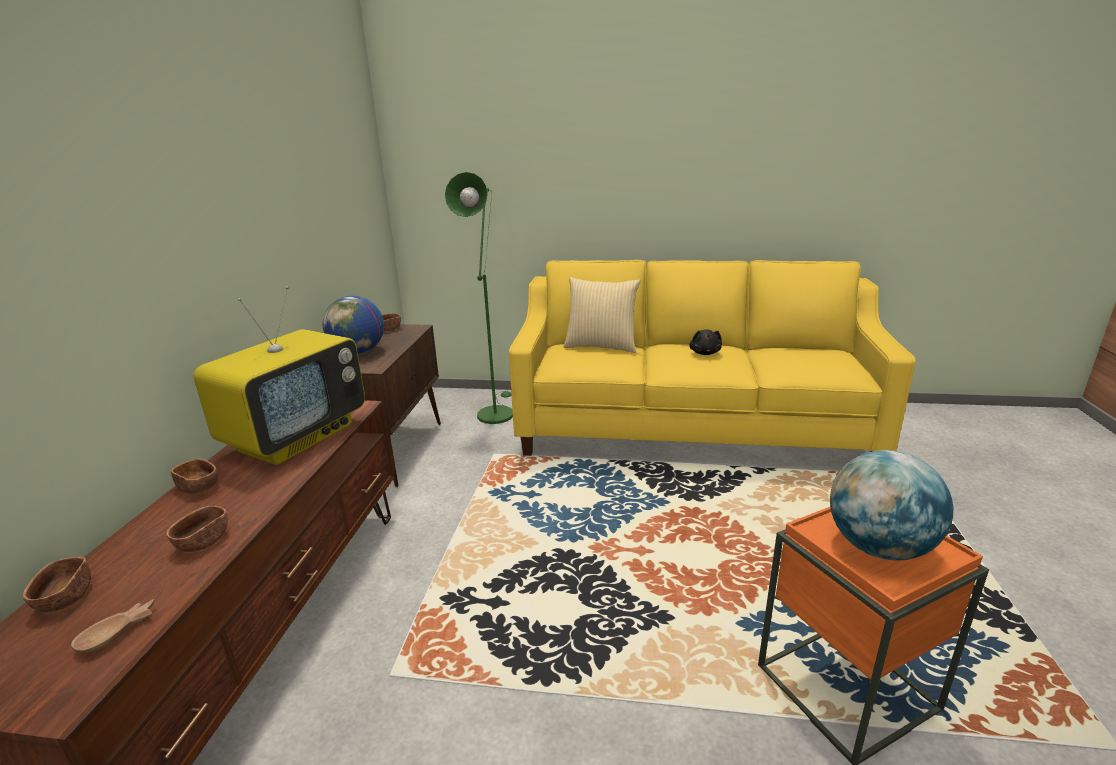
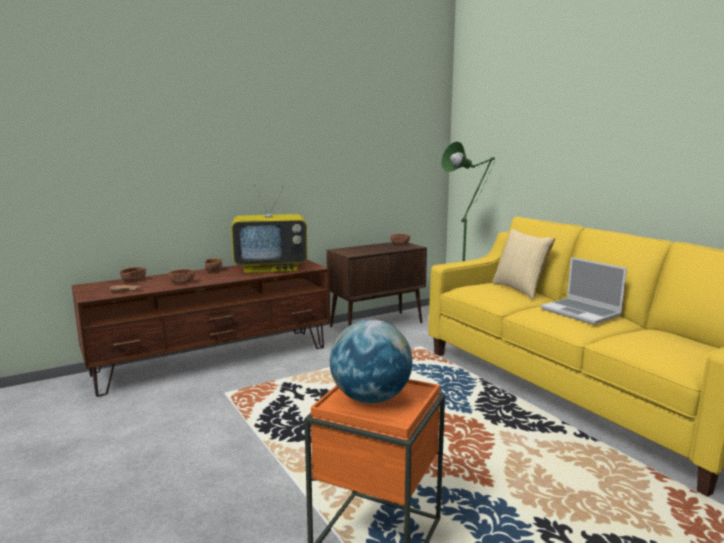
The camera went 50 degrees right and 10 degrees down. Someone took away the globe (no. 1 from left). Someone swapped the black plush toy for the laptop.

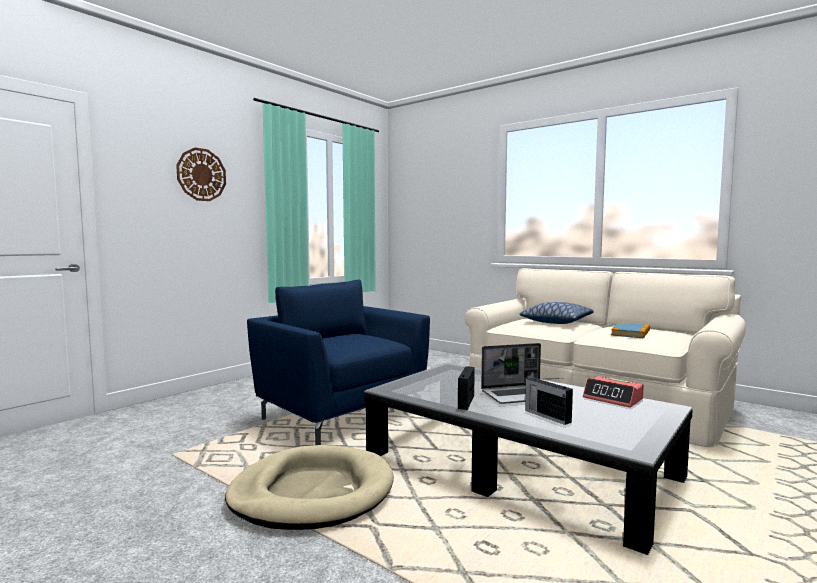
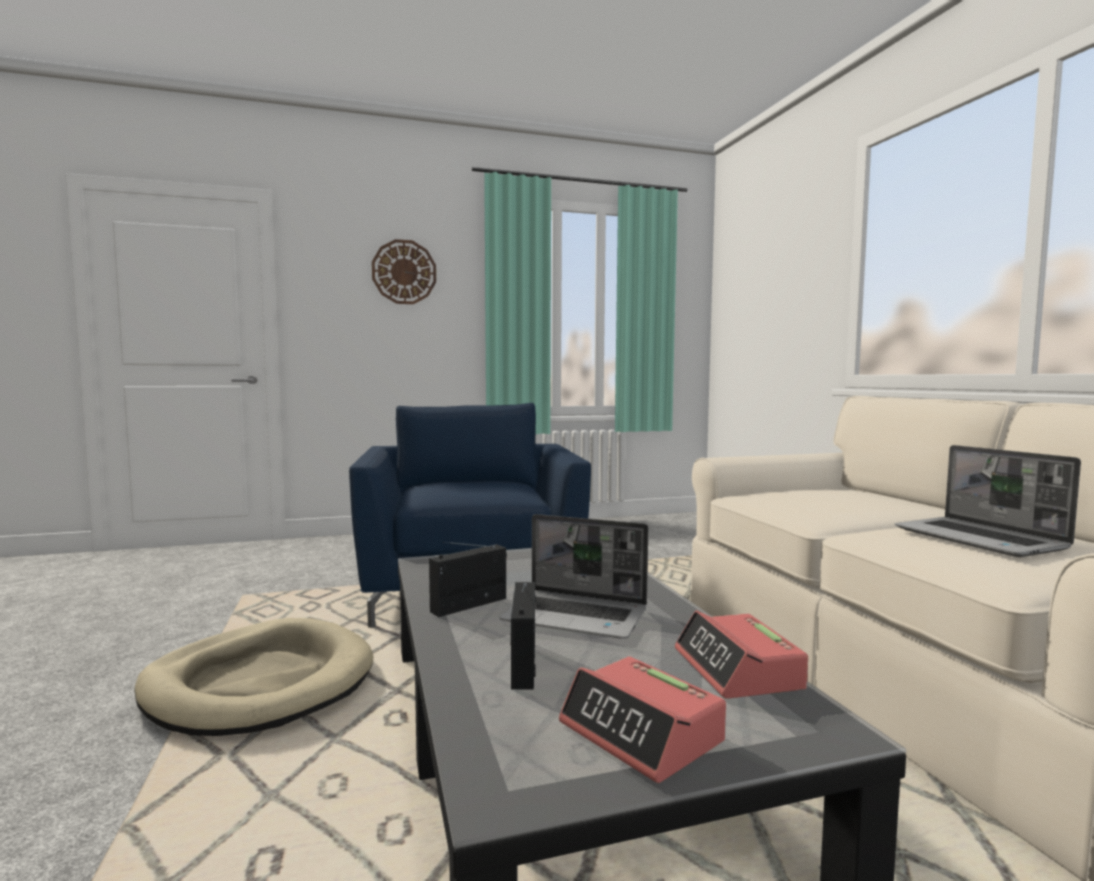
The camera went 35 degrees right and 0 degrees up. Someone took away the pillow. Someone put down the alarm clock (no. 1 from left). Someone swapped the book for the laptop (no. 2 from left).

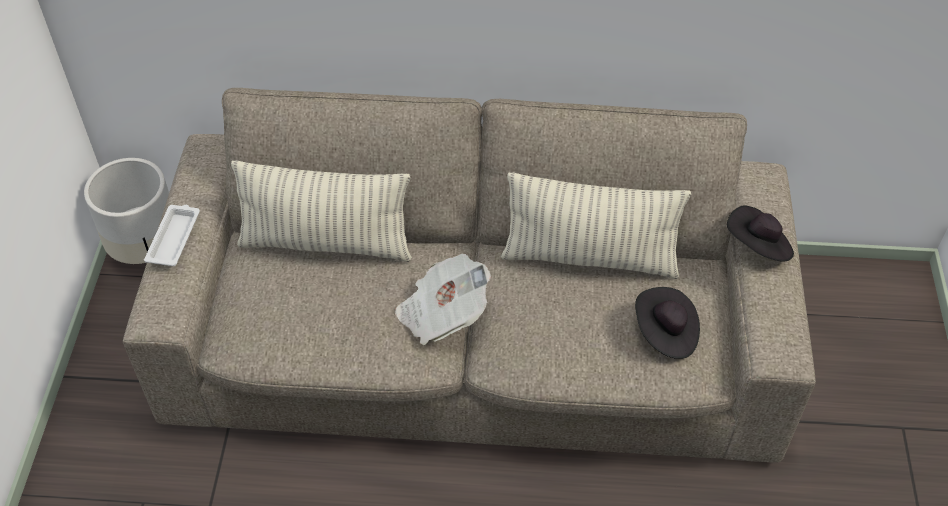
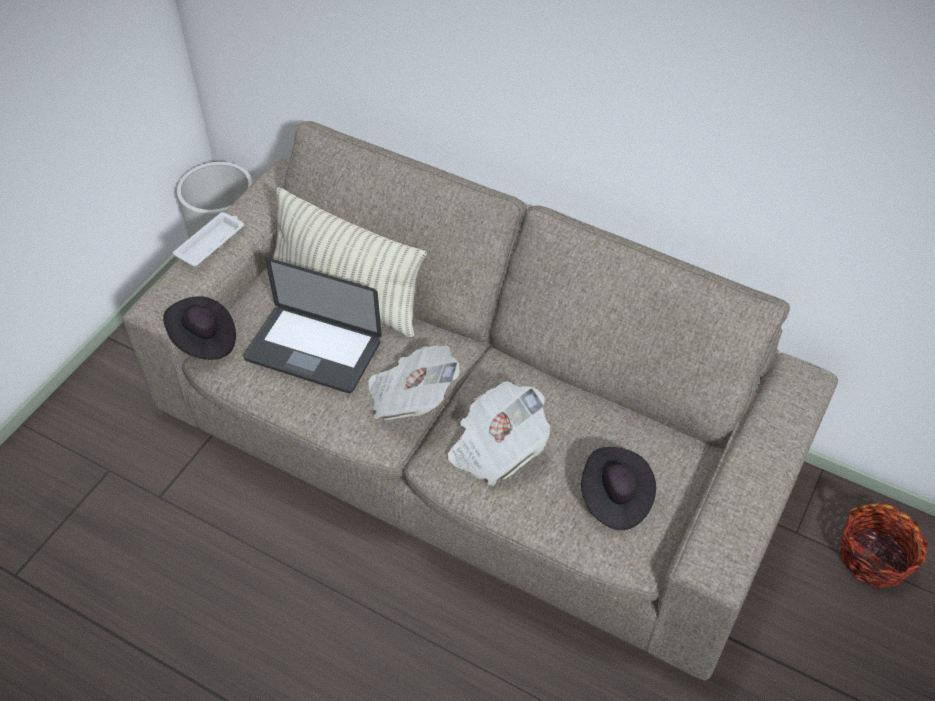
The camera went 25 degrees right and 0 degrees up. Someone took away the pillow (no. 2 from left). Someone put down the laptop. Someone put down the newspaper (no. 2 from left). Someone put down the basket. Someone carried the black hat (no. 2 from left in the first image).

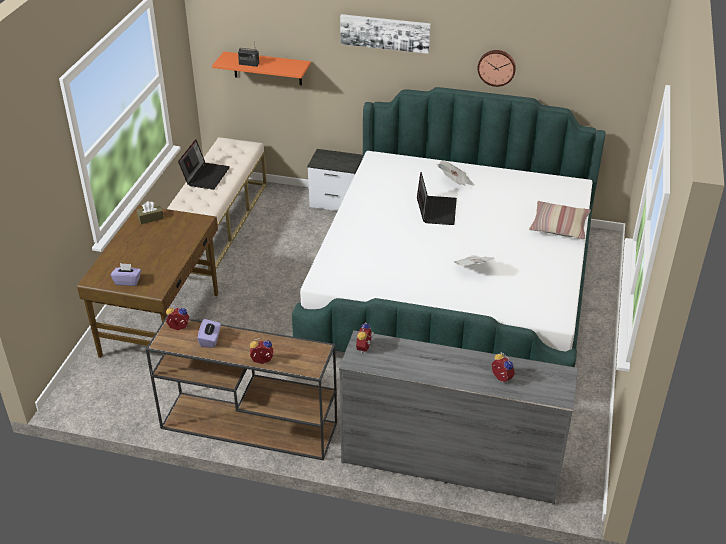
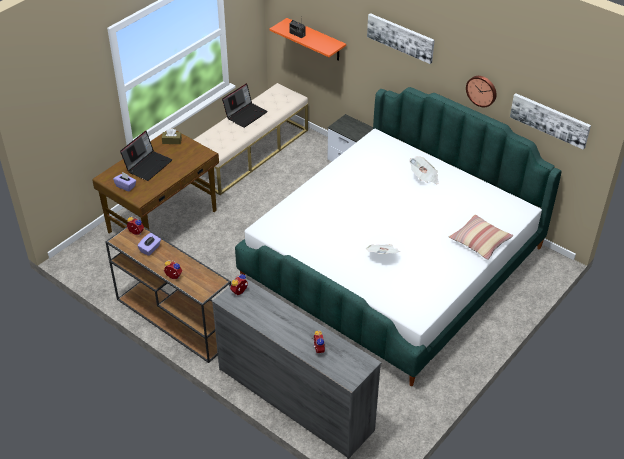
The camera went 25 degrees right and 5 degrees up. Someone put up the picture (no. 2 from left). Someone carried the laptop (no. 2 from left in the first image).

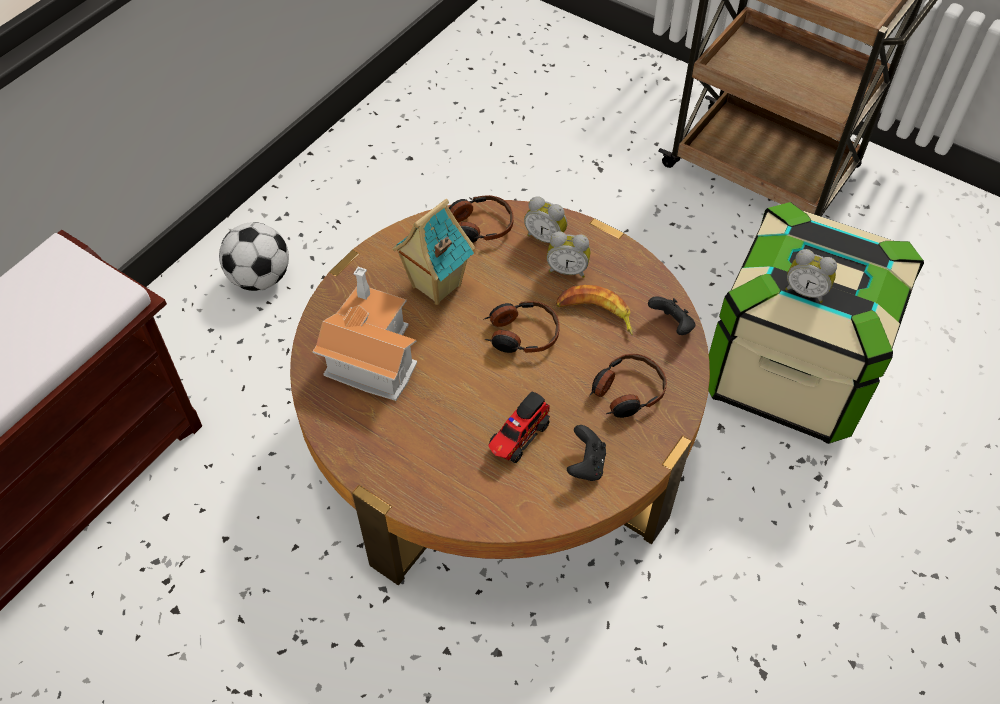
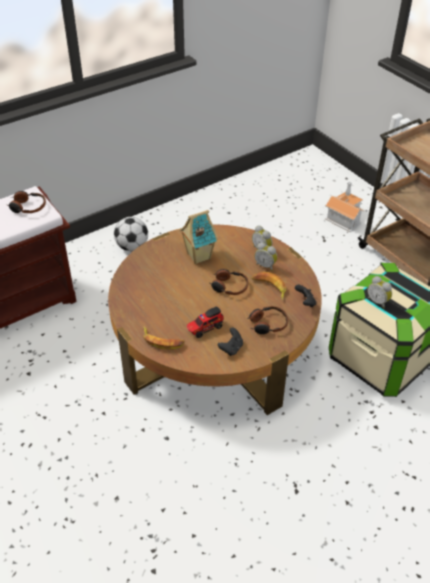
The camera went 20 degrees right and 10 degrees down. Someone put down the banana (no. 1 from left). Someone carried the toy house (no. 1 from left in the first image). Someone carried the headphones (no. 1 from left).

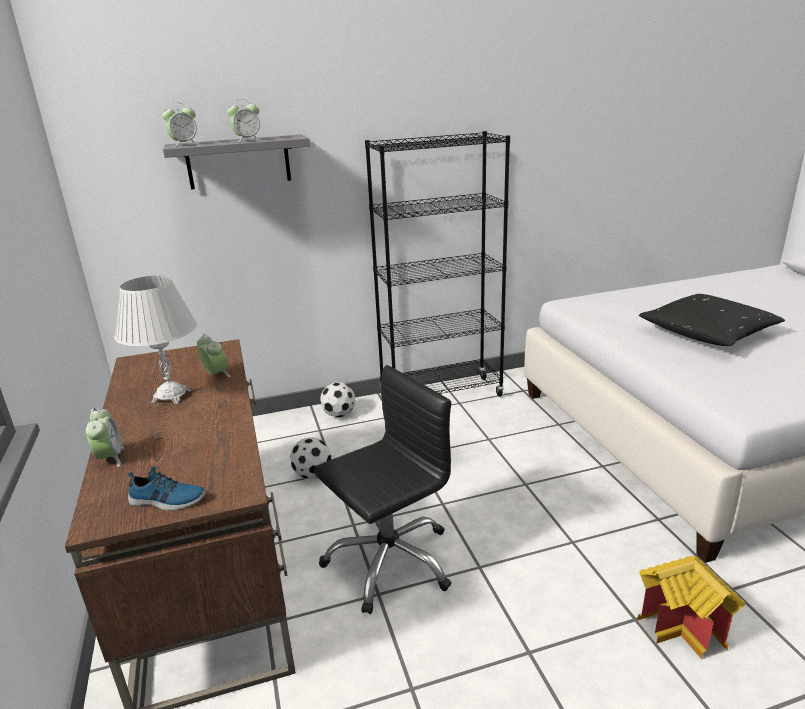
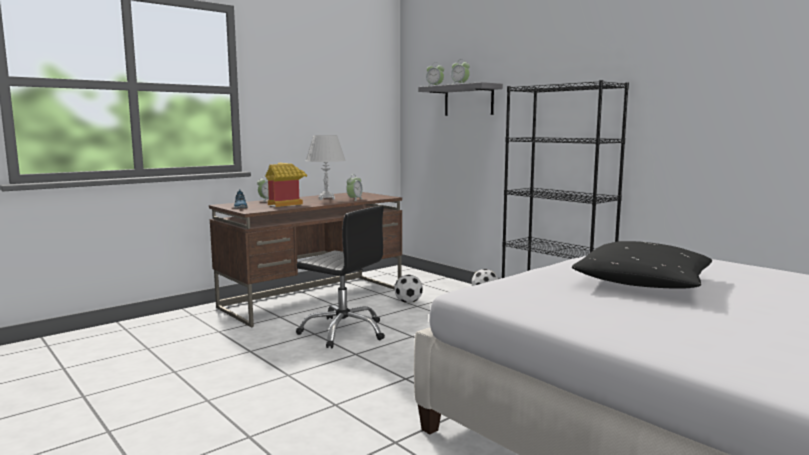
The camera went 65 degrees right and 15 degrees down. Someone carried the toy house.

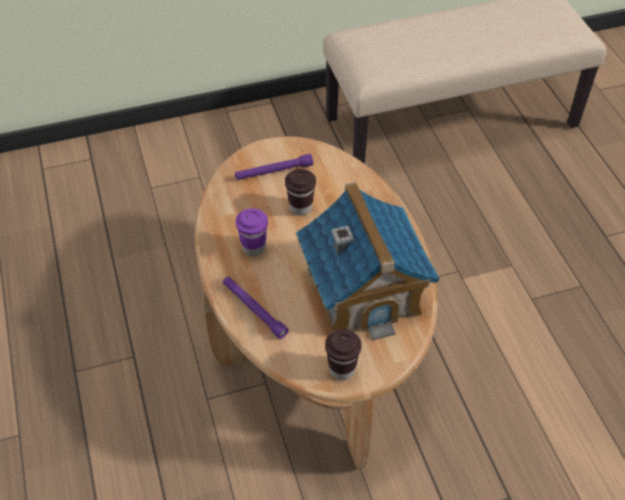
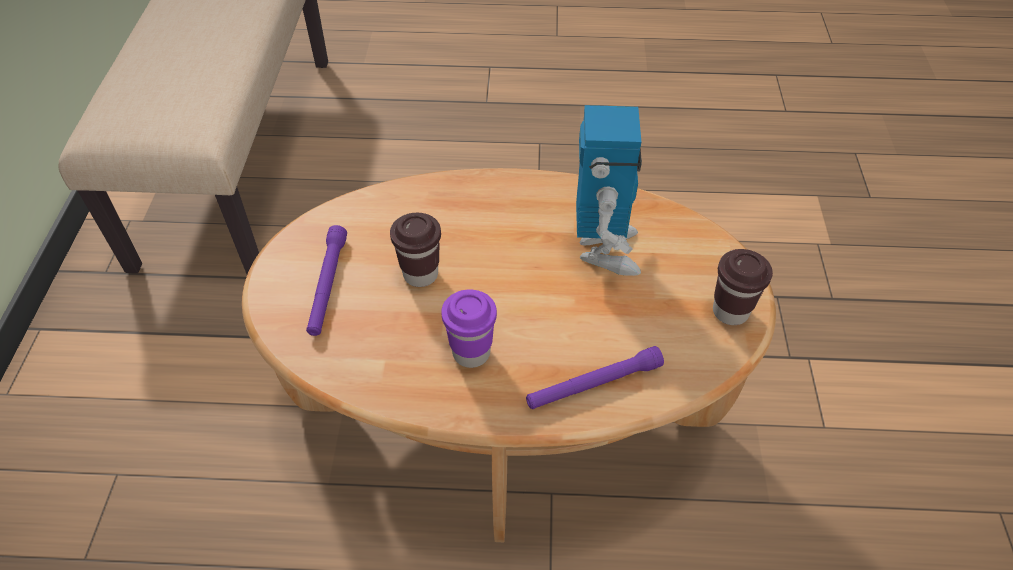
The camera went 70 degrees left and 0 degrees up. Someone swapped the toy house for the toy robot.

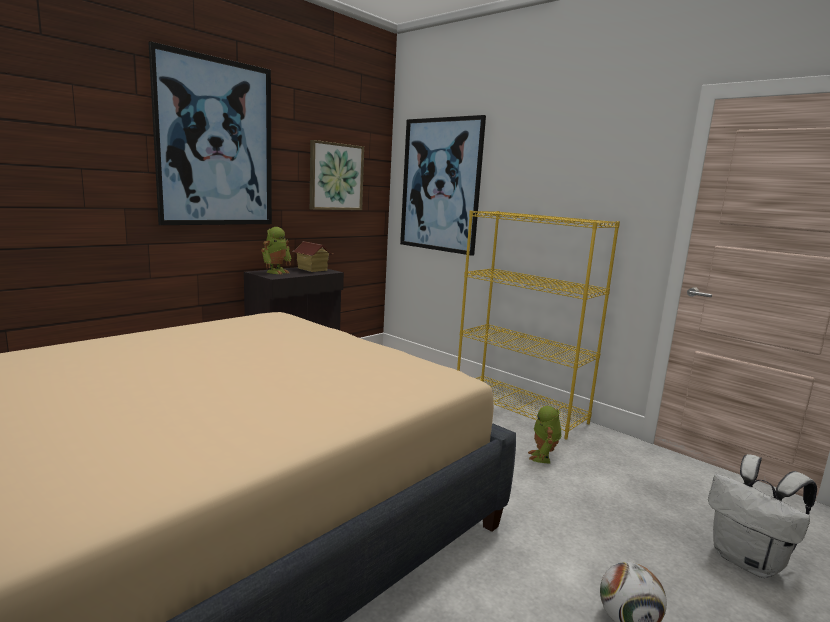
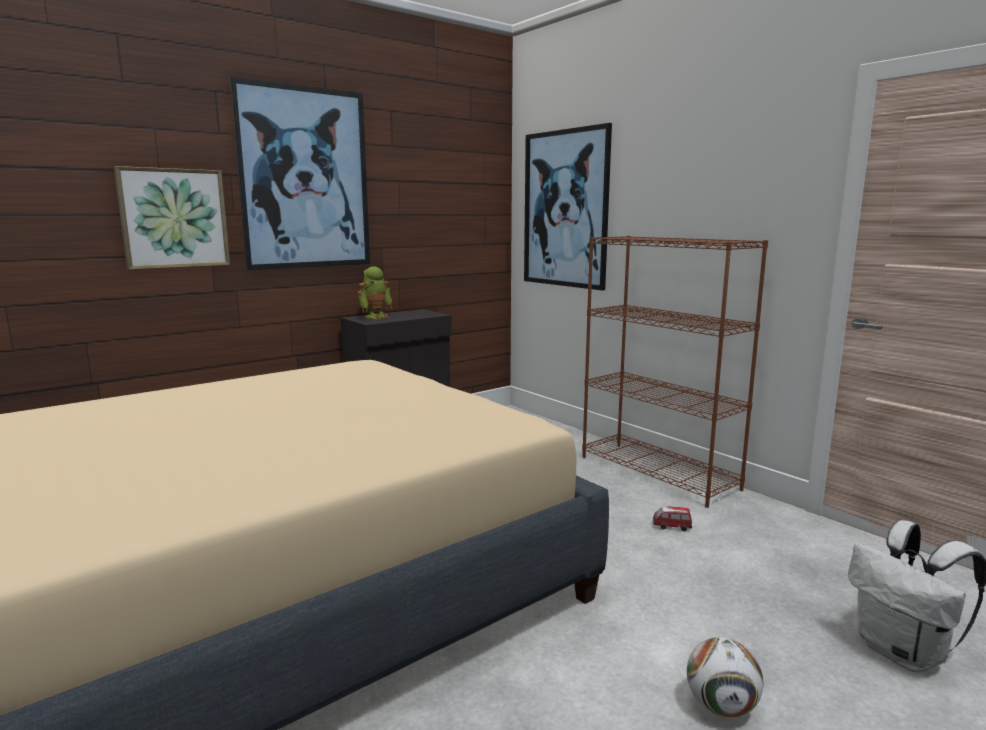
The camera went 10 degrees right and 0 degrees up. Someone took away the toy house. Someone carried the picture (no. 2 from left in the first image). Someone swapped the toy robot (no. 2 from left) for the toy car. Someone repainted the yellow bookcase, which became the brown bookcase.

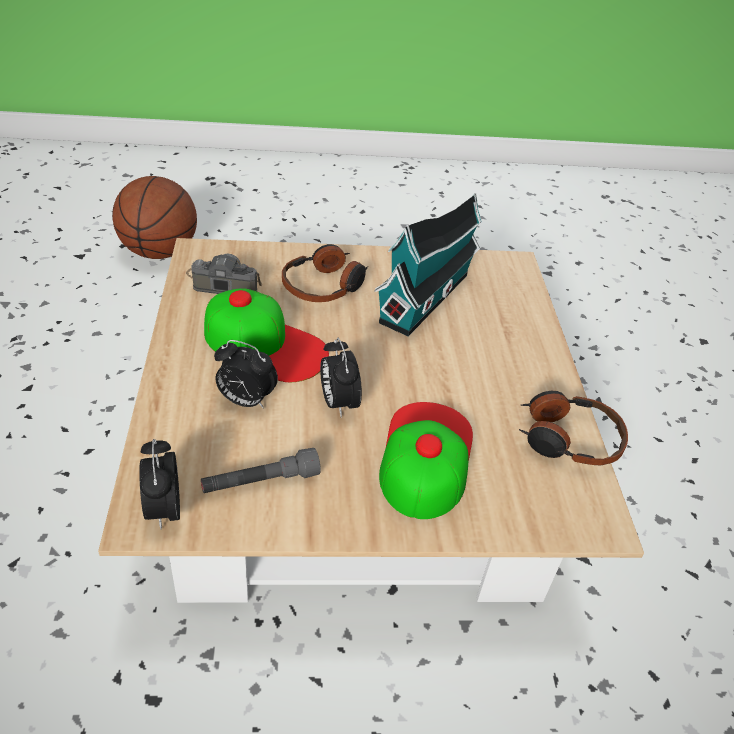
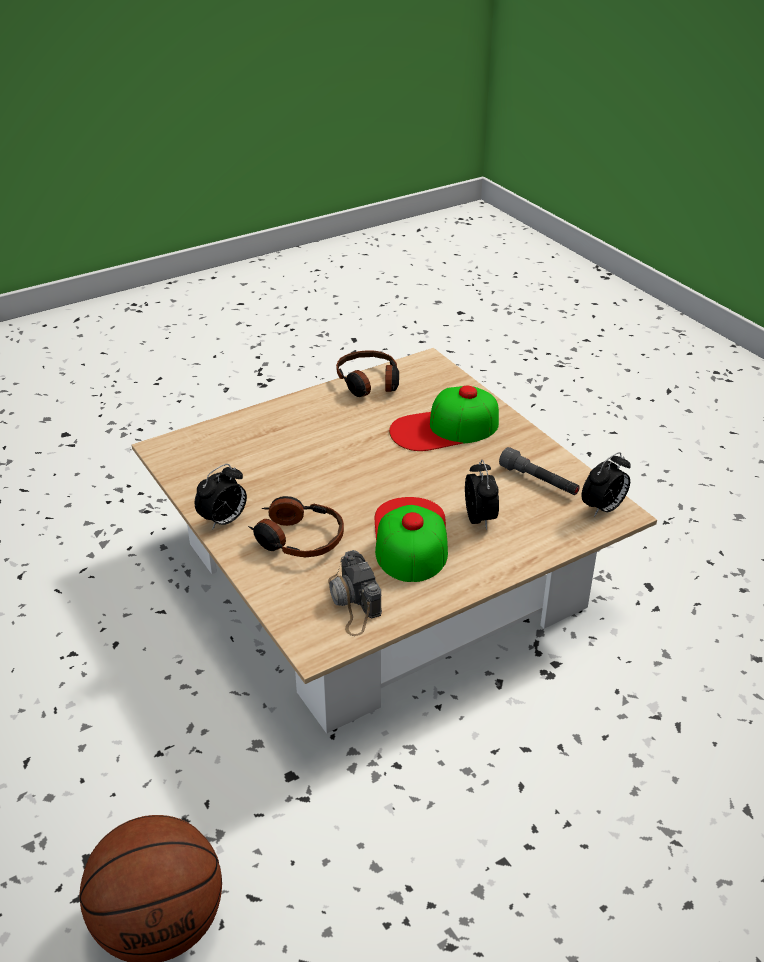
The camera went 115 degrees left and 5 degrees down. Someone took away the toy house. Someone carried the alarm clock (no. 3 from left in the first image).

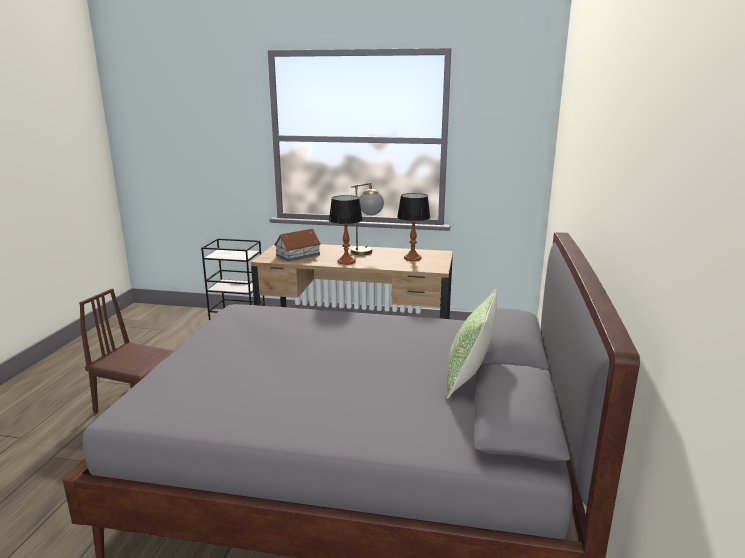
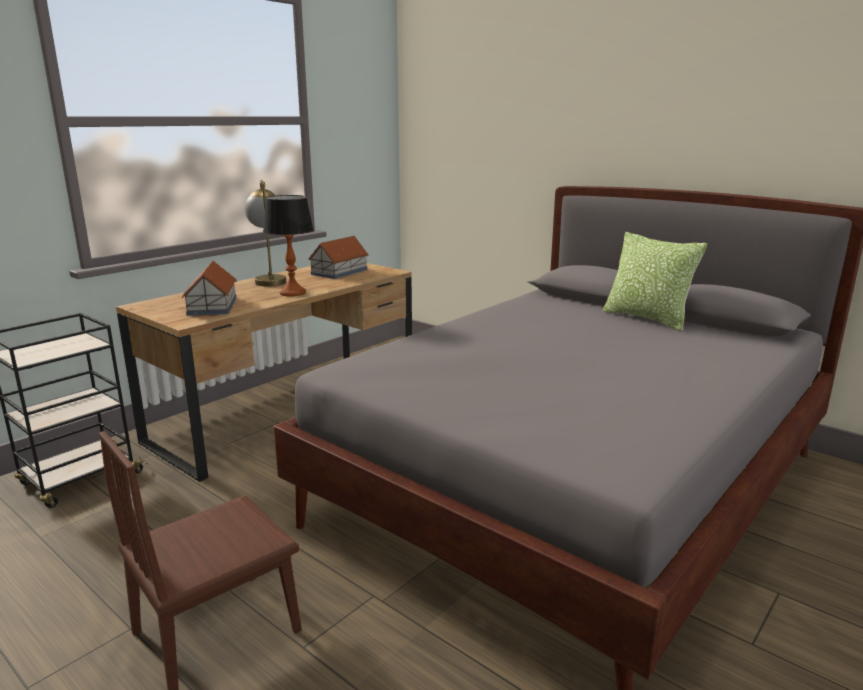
The camera went 60 degrees left and 0 degrees up. Someone swapped the table lamp (no. 3 from left) for the toy house (no. 2 from left).

